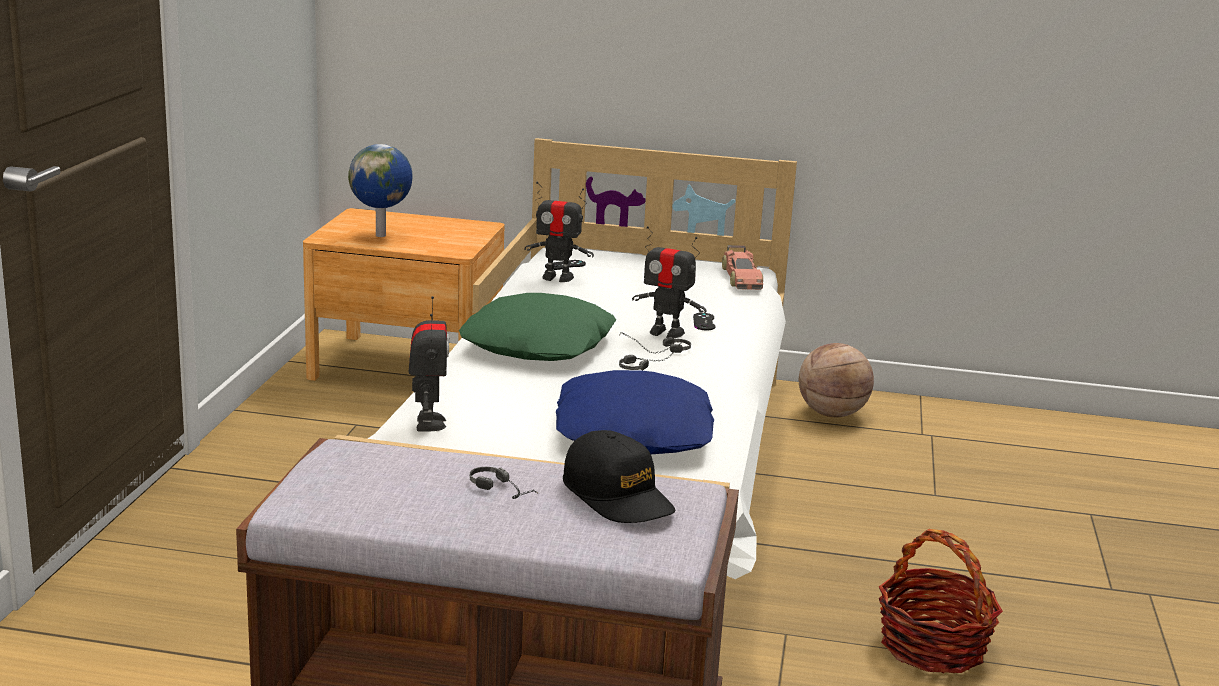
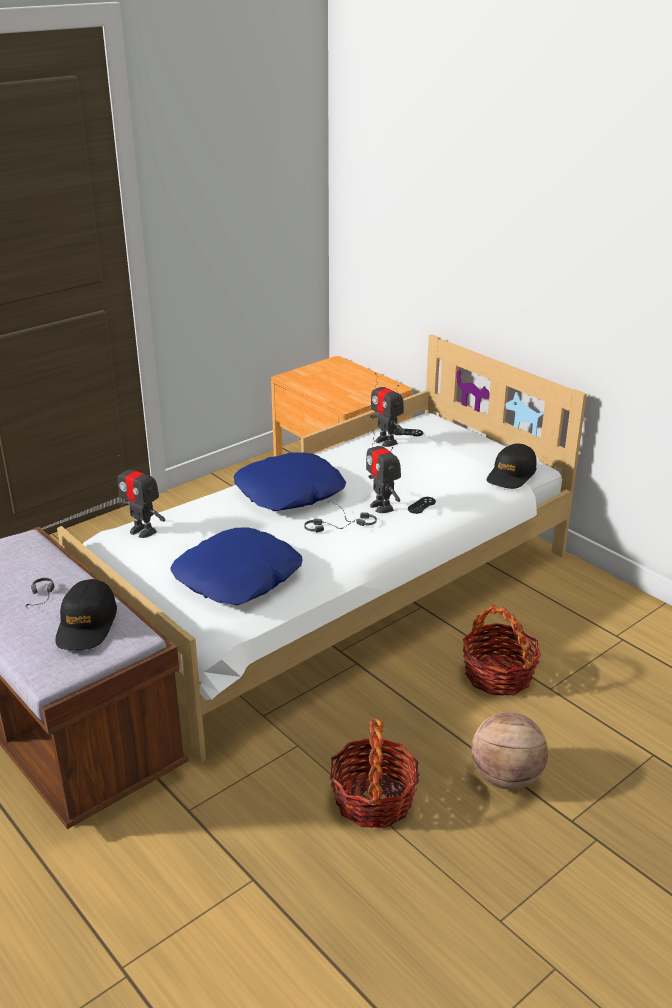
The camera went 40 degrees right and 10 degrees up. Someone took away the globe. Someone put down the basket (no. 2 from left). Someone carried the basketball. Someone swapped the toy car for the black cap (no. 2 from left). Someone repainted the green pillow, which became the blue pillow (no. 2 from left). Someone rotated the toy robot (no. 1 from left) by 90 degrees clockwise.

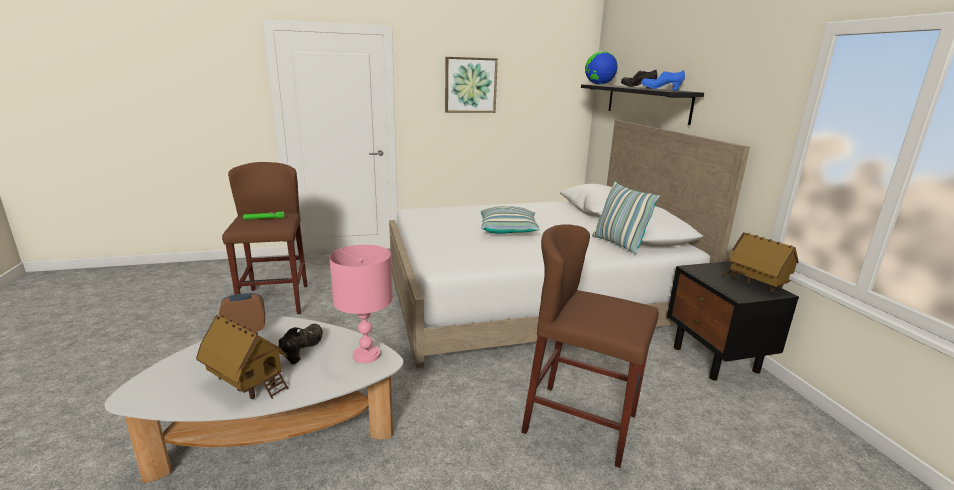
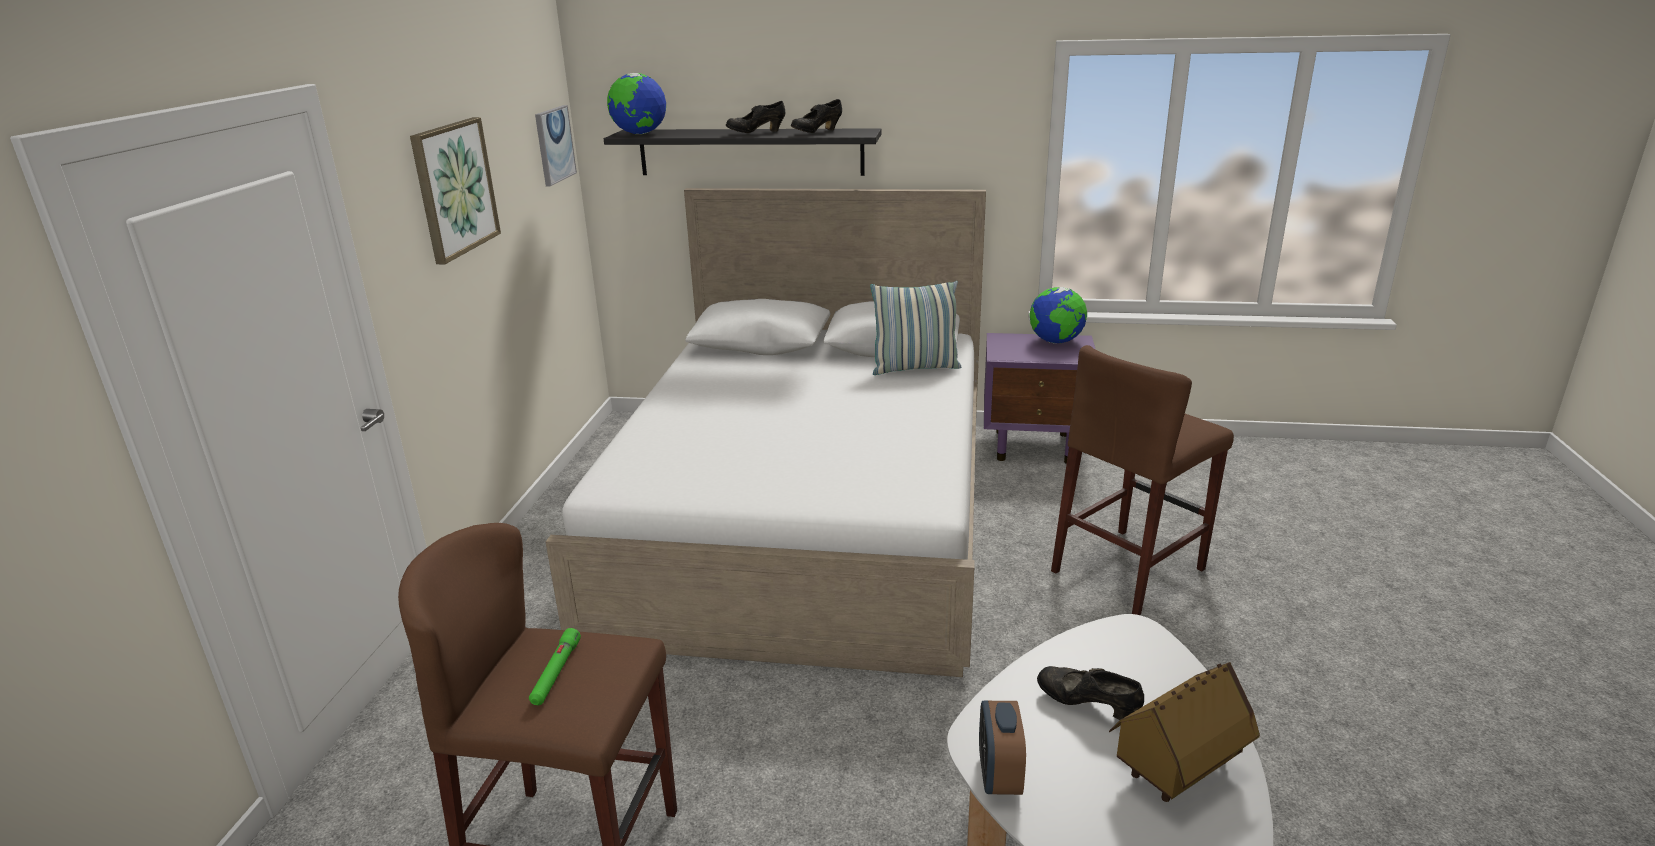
The camera went 65 degrees left and 5 degrees up. Someone took away the pink table lamp. Someone took away the pillow (no. 1 from left). Someone put up the picture (no. 2 from left). Someone swapped the toy house (no. 2 from left) for the globe (no. 2 from left). Someone repainted the blue shoe, which became the black shoe (no. 2 from left). Someone repainted the black nightstand, which became the purple nightstand.

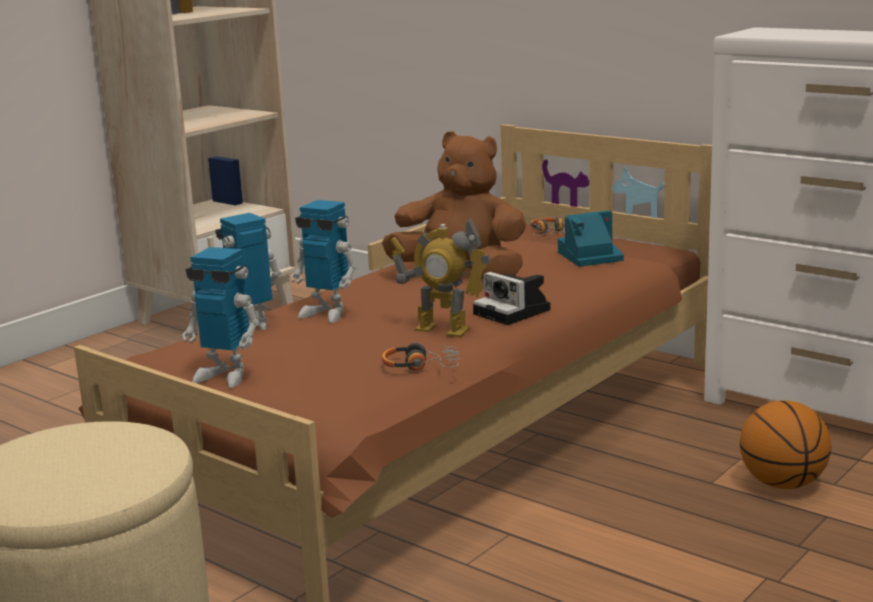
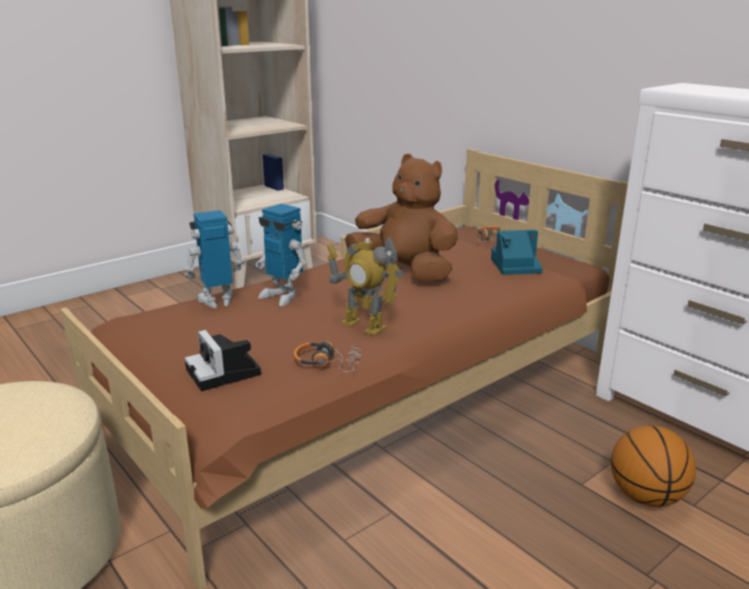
The camera went 10 degrees right and 5 degrees up. Someone took away the toy robot (no. 1 from left). Someone carried the photo camera (no. 1 from left).

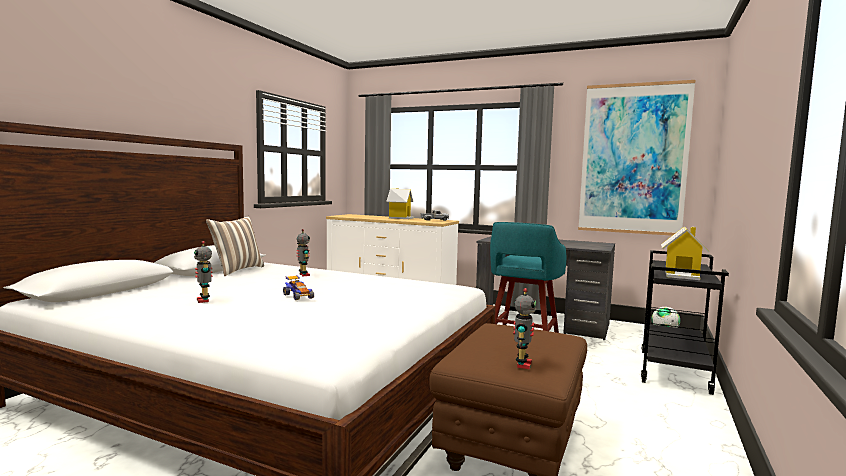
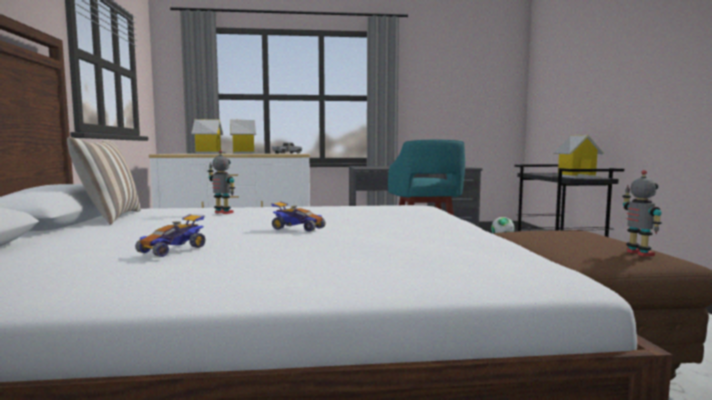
The camera went 30 degrees left and 0 degrees up. Someone took away the picture. Someone put down the toy house (no. 1 from left). Someone swapped the toy robot (no. 1 from left) for the toy car (no. 1 from left).

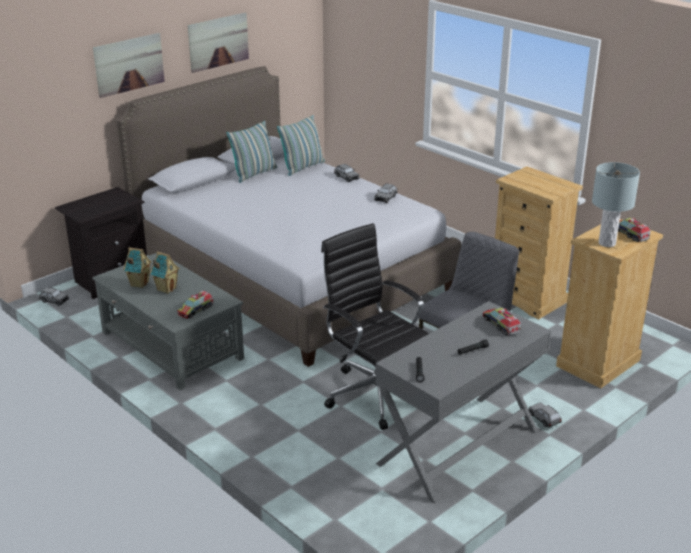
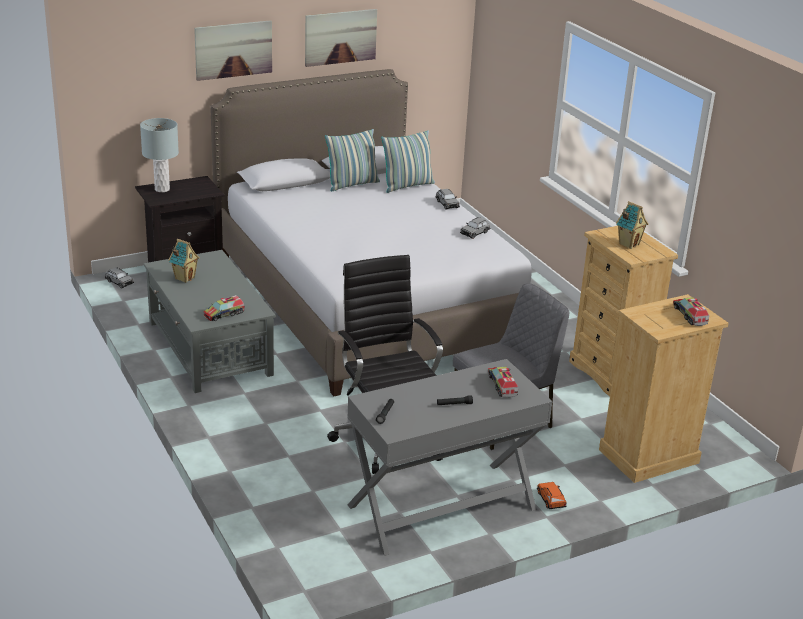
The camera went 15 degrees right and 0 degrees up. Someone carried the toy house (no. 2 from left). Someone carried the grey table lamp. Someone repainted the grey toy car (no. 4 from left), which became the orange toy car.

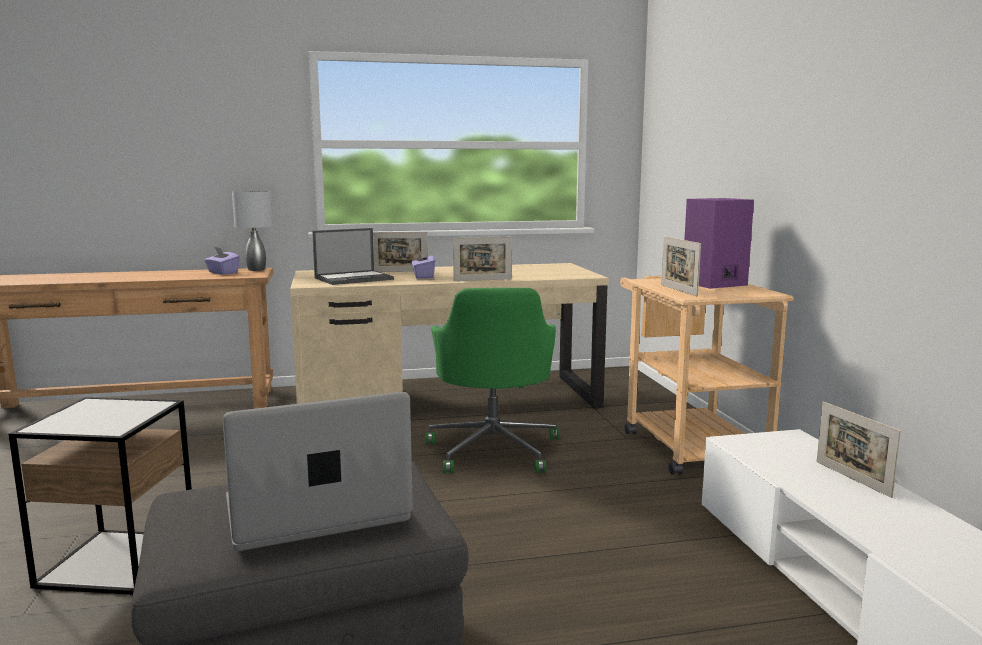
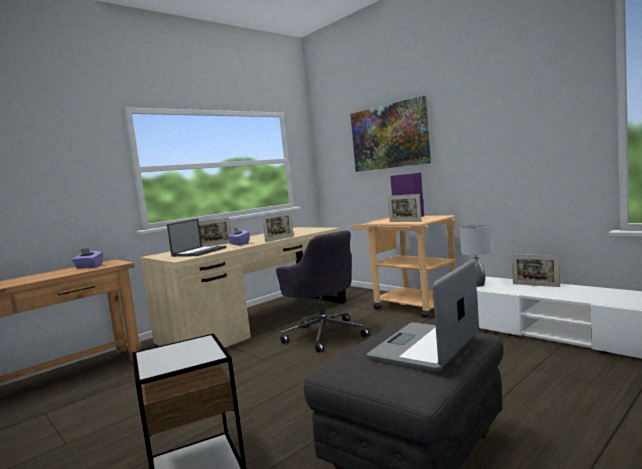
The camera went 30 degrees left and 5 degrees down. Someone put up the picture. Someone carried the grey table lamp. Someone repainted the green office chair, which became the grey office chair.

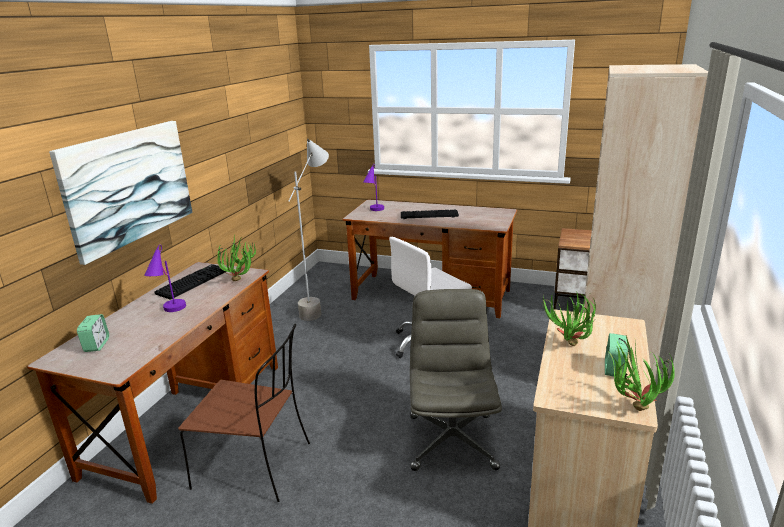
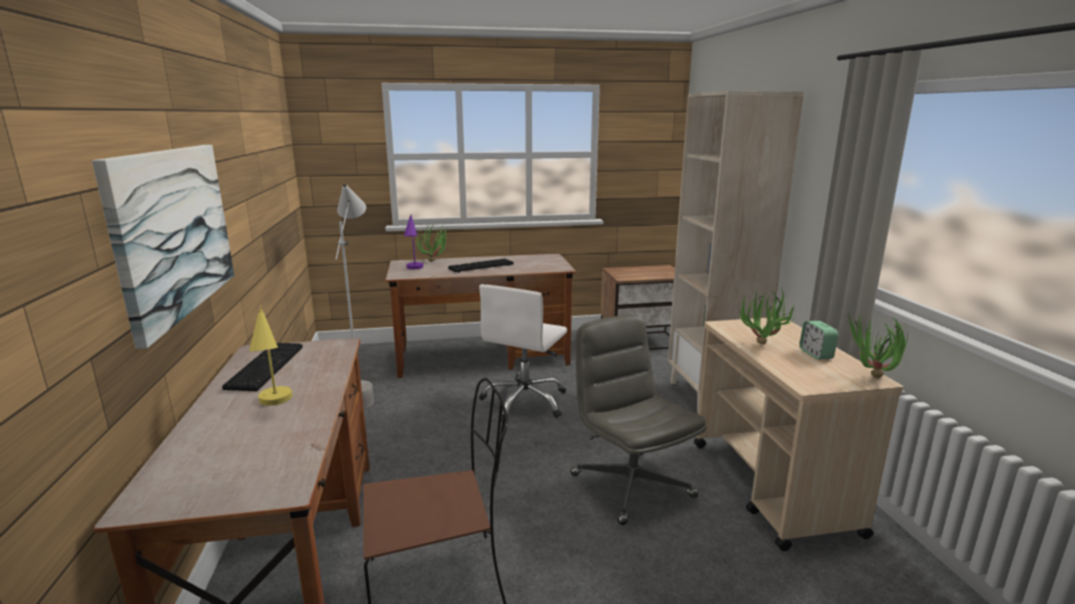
The camera went 30 degrees left and 5 degrees down. Someone took away the alarm clock (no. 1 from left). Someone carried the potted plant (no. 1 from left). Someone repainted the purple table lamp (no. 1 from left), which became the yellow table lamp.

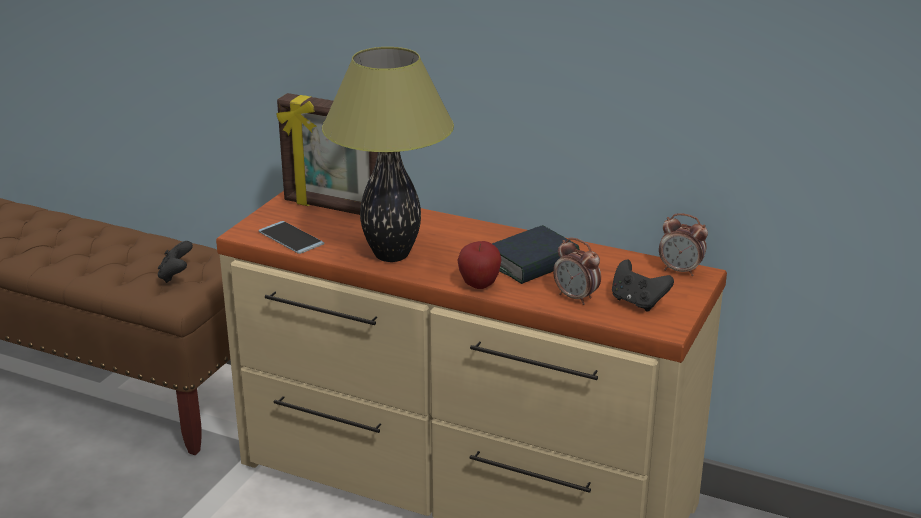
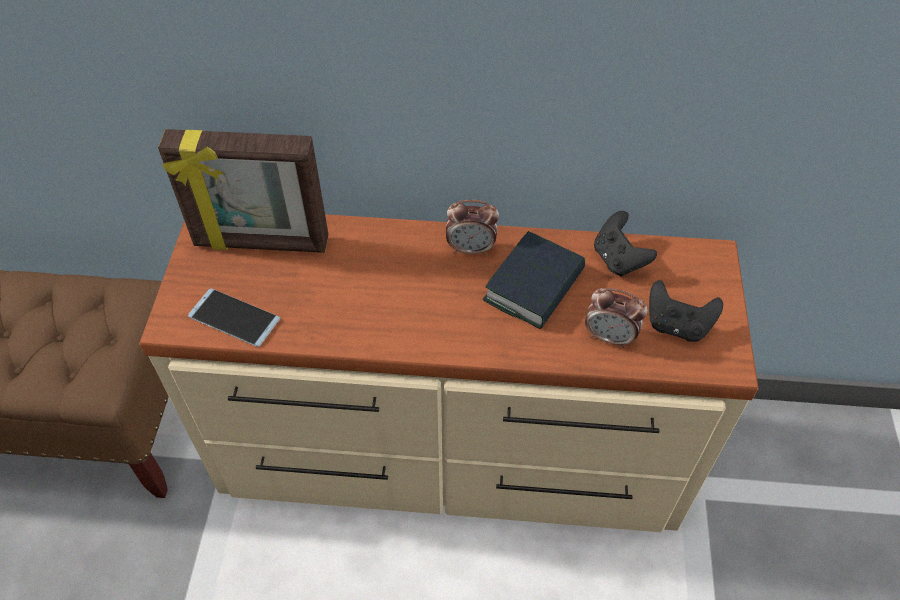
The camera went 20 degrees left and 25 degrees up. Someone took away the table lamp. Someone took away the apple. Someone carried the black game controller (no. 1 from left). Someone carried the alarm clock (no. 2 from left in the first image).

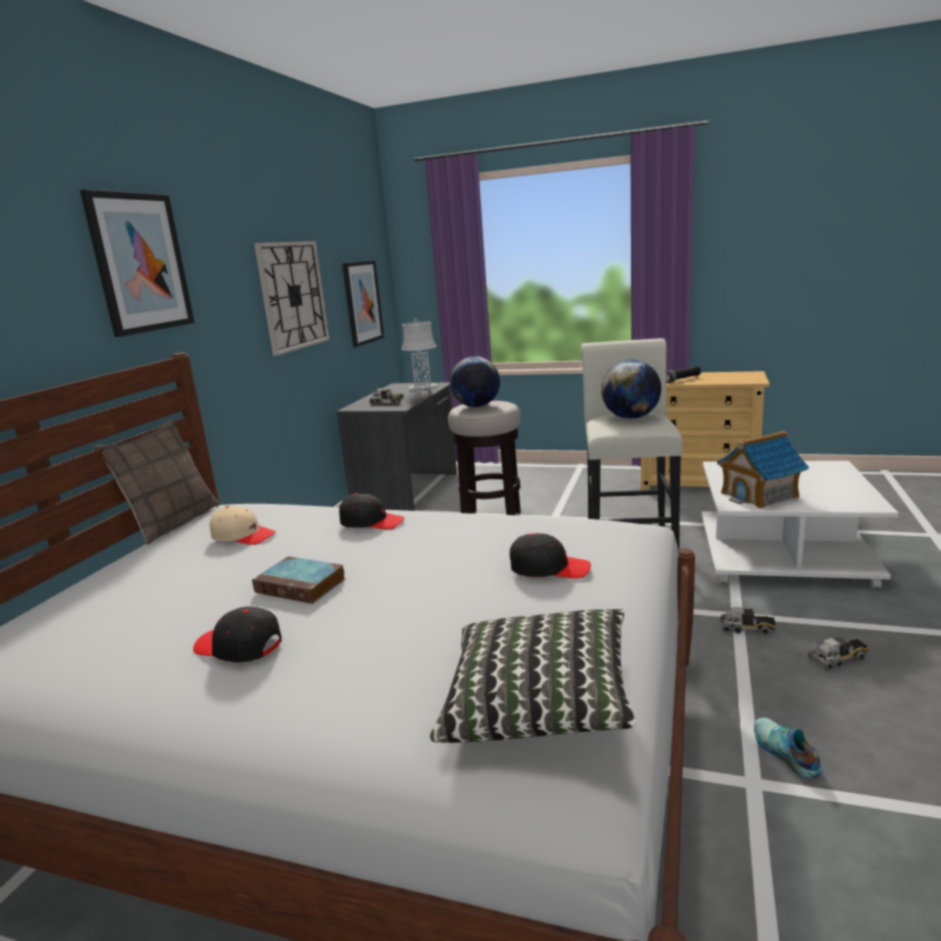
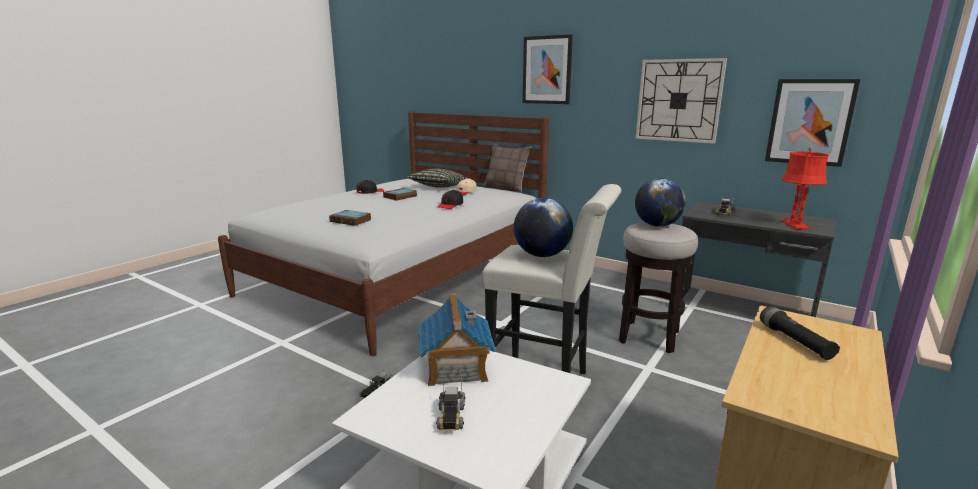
The camera went 105 degrees right and 0 degrees up. Someone took away the shoe. Someone carried the pillow (no. 2 from left in the first image). Someone carried the toy truck (no. 3 from left in the first image). Someone swapped the black cap (no. 3 from left) for the book (no. 1 from left). Someone repainted the grey table lamp, which became the red table lamp.

